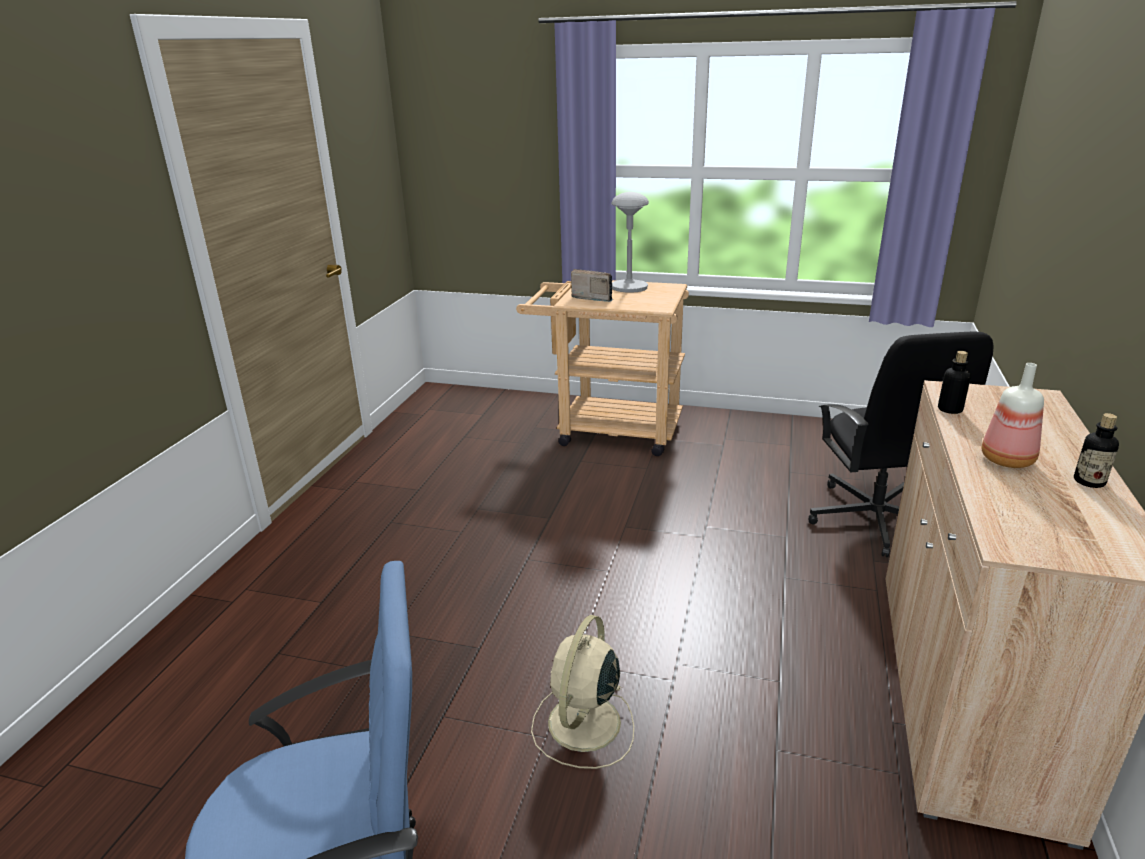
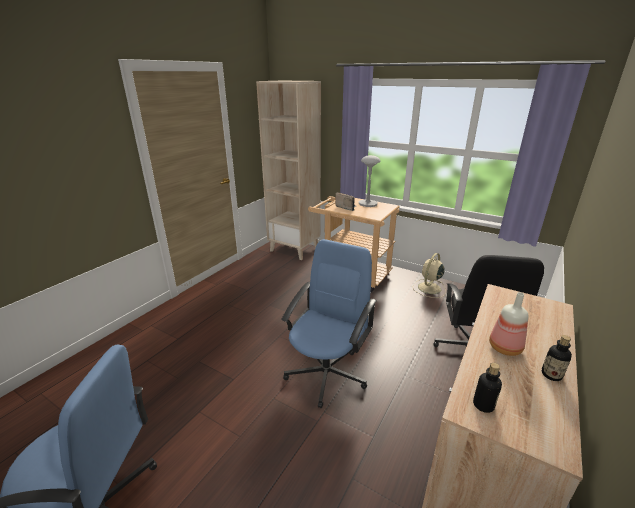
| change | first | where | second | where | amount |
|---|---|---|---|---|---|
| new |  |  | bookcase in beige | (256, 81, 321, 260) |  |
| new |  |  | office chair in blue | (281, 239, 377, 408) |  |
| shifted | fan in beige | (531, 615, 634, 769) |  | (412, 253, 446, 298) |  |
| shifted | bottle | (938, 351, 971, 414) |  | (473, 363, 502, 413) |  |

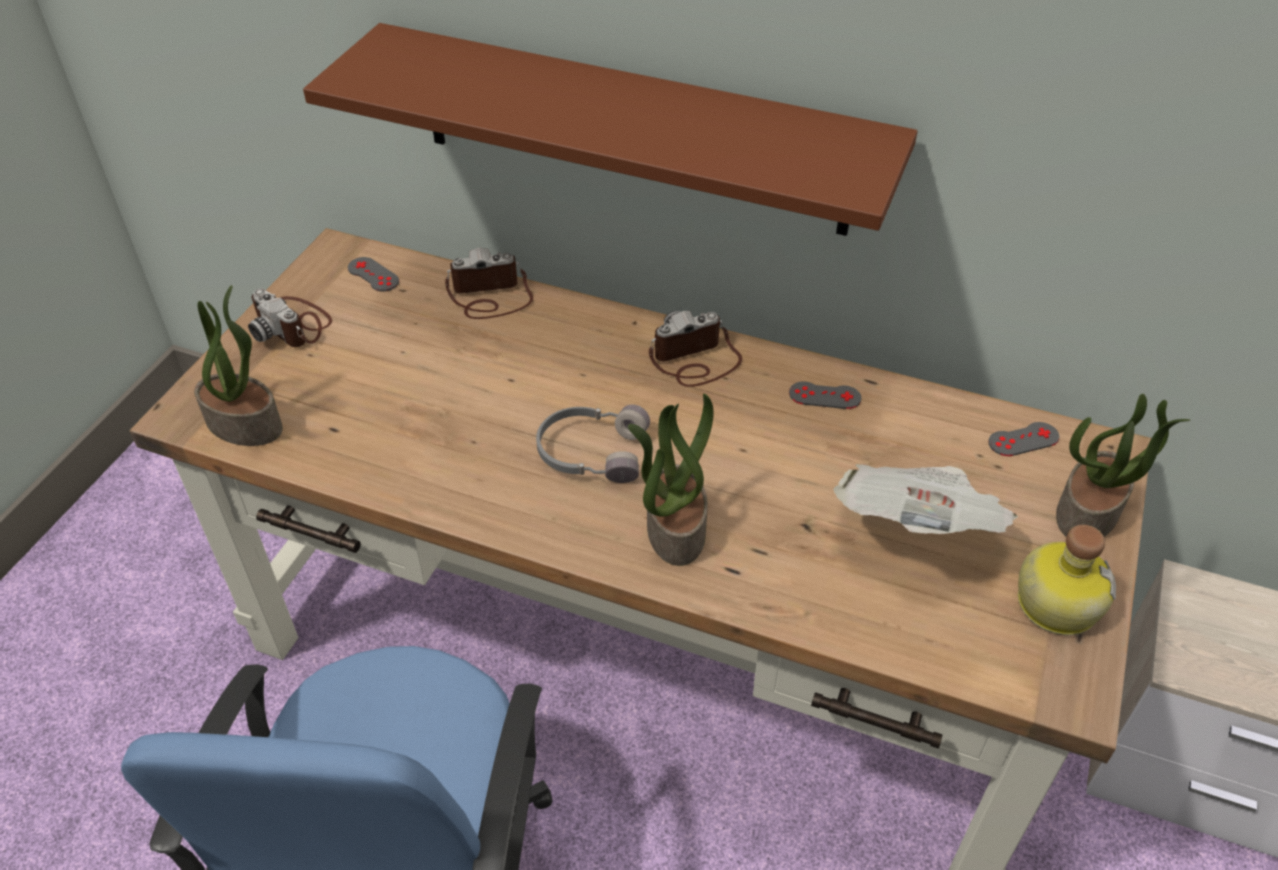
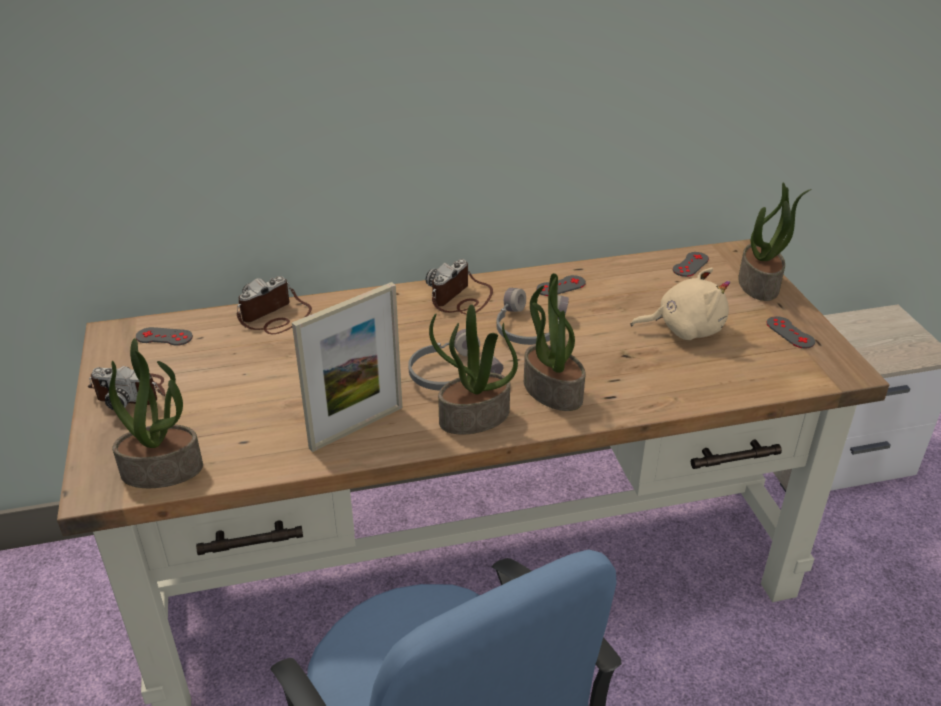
| change | first | where | second | where | amount |
|---|---|---|---|---|---|
| new |  |  | picture frame | (292, 282, 402, 452) |  |
| new |  |  | potted plant | (429, 304, 518, 435) |  |
| new |  |  | headphones in grey | (496, 288, 569, 345) |  |
| swapped | newspaper | (833, 464, 1019, 534) | plush toy in beige | (631, 268, 730, 340) |  |
| swapped | bottle | (1018, 525, 1116, 635) | game controller in grey | (767, 316, 815, 349) |  |
| gone | shelf in brown | (303, 23, 918, 236) |  |  |  |

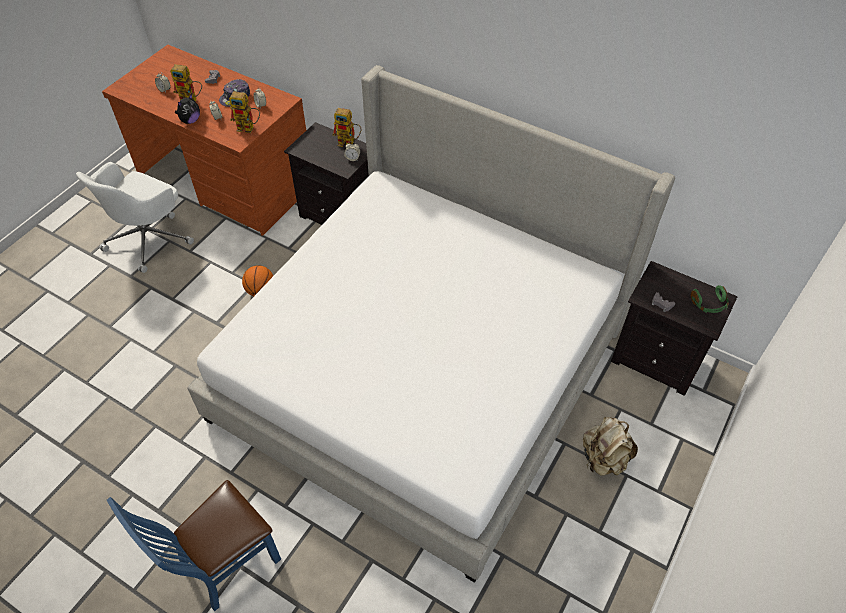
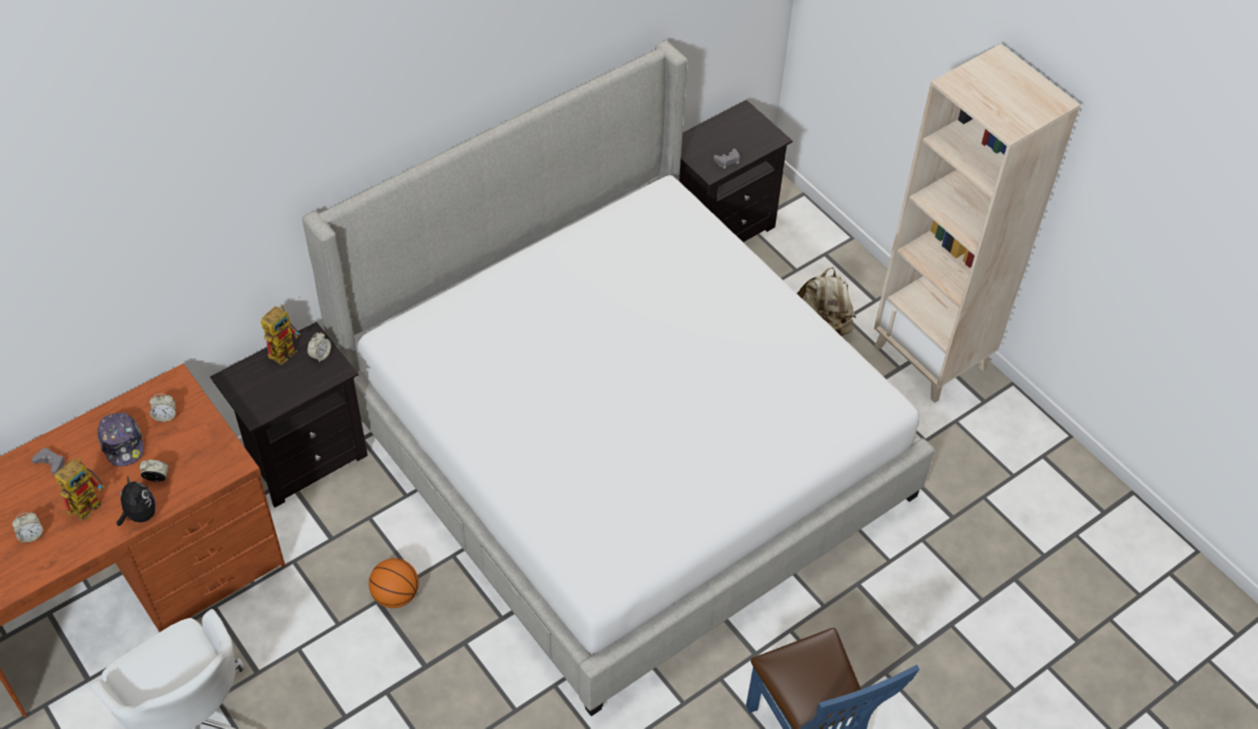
| change | first | where | second | where | amount |
|---|---|---|---|---|---|
| new |  |  | bookcase in beige | (874, 44, 1080, 403) |  |
| gone | toy robot | (229, 91, 260, 133) |  |  |  |
| gone | headphones in green | (691, 285, 729, 313) |  |  |  |

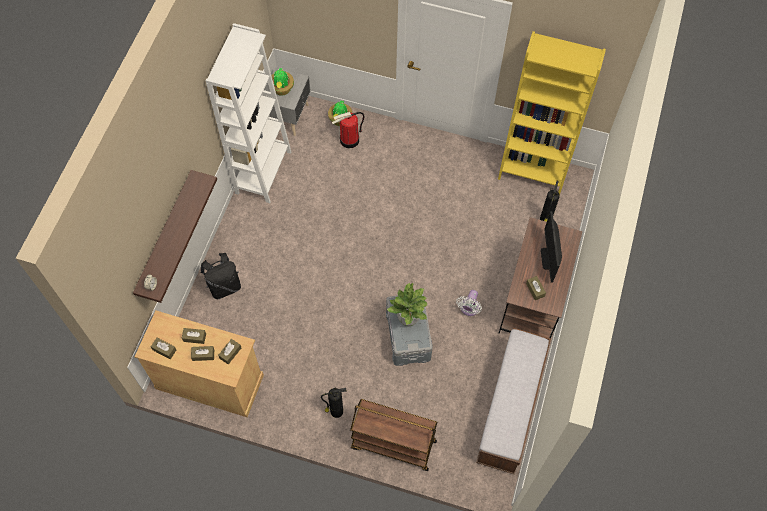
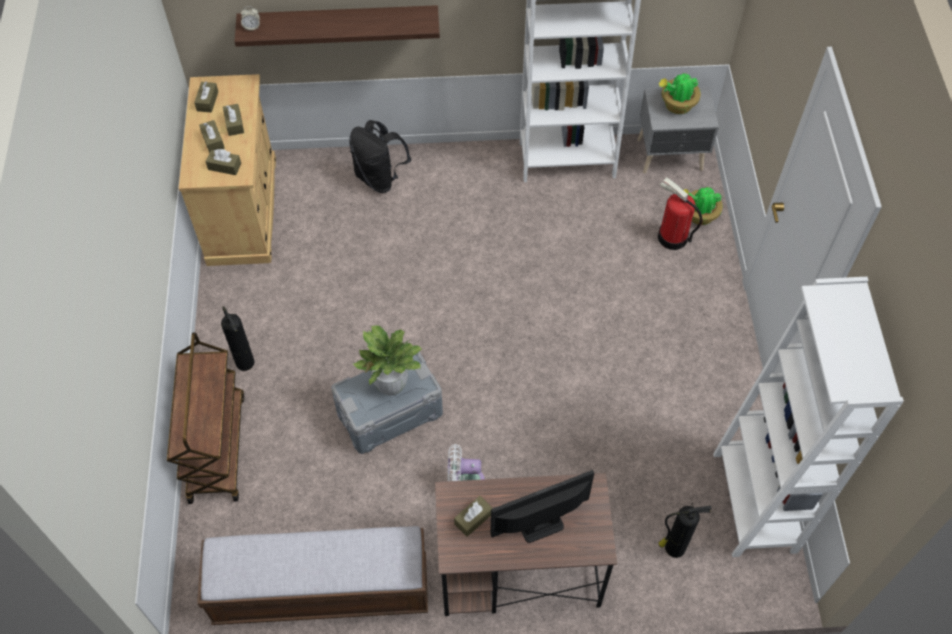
| change | first | where | second | where | amount |
|---|---|---|---|---|---|
| repainted | bookcase in yellow | (498, 31, 606, 194) | bookcase in white | (713, 277, 904, 557) |  |

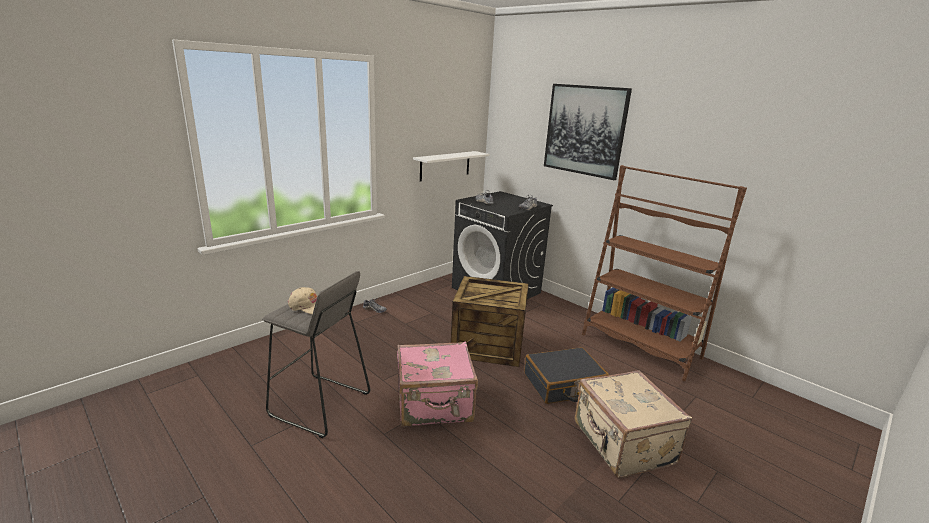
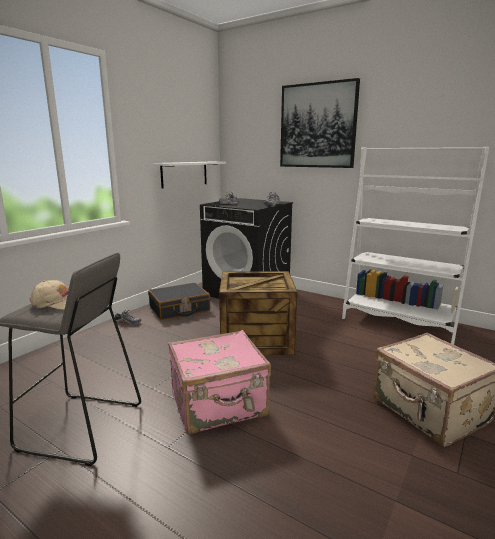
| change | first | where | second | where | amount |
|---|---|---|---|---|---|
| shifted | suitcase in black | (525, 347, 609, 404) |  | (148, 283, 210, 320) |  |
| repainted | bookcase in brown | (582, 165, 747, 381) | bookcase in white | (342, 147, 489, 345) |  |

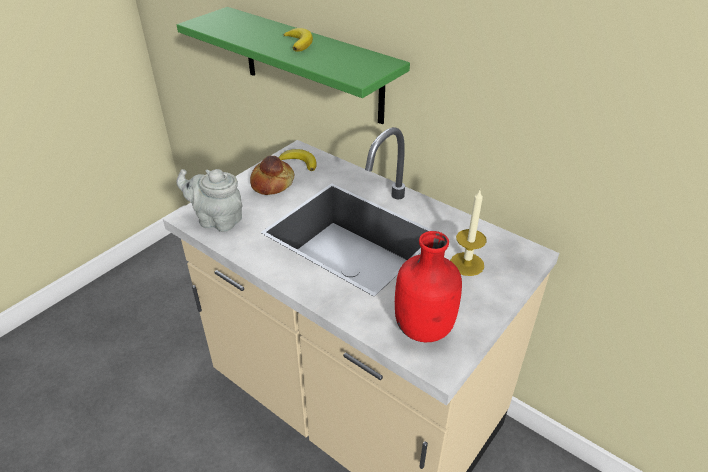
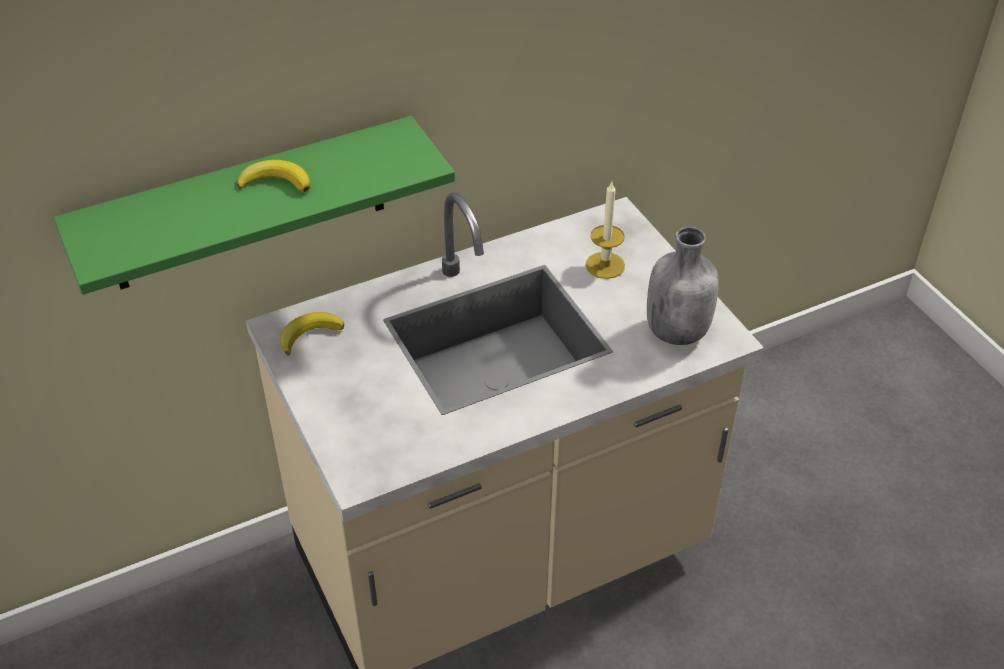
| change | first | where | second | where | amount |
|---|---|---|---|---|---|
| repainted | bottle in red | (395, 231, 462, 342) | bottle in grey | (647, 227, 719, 345) |  |
| gone | teapot in grey | (177, 169, 242, 232) |  |  |  |
| gone | bread | (250, 156, 294, 195) |  |  |  |

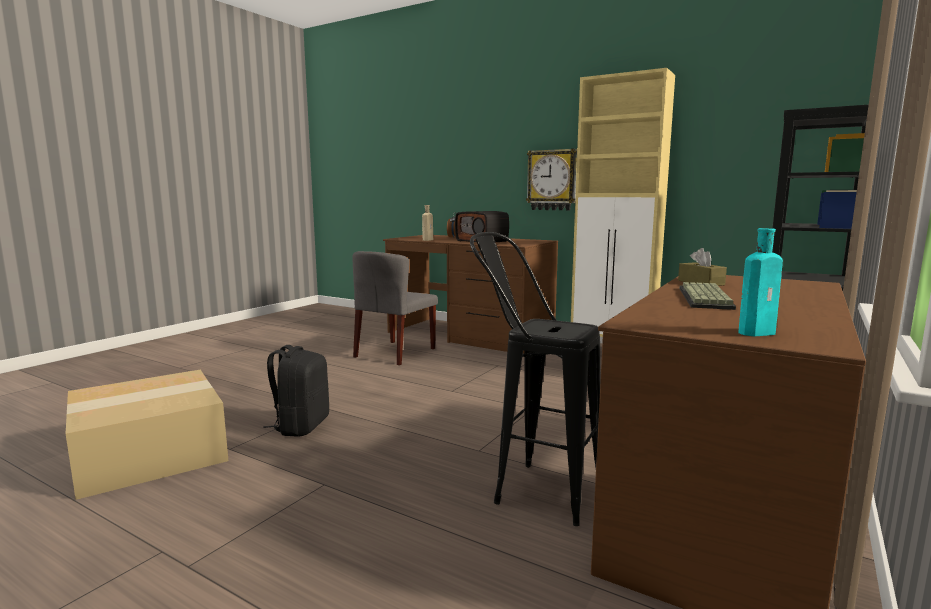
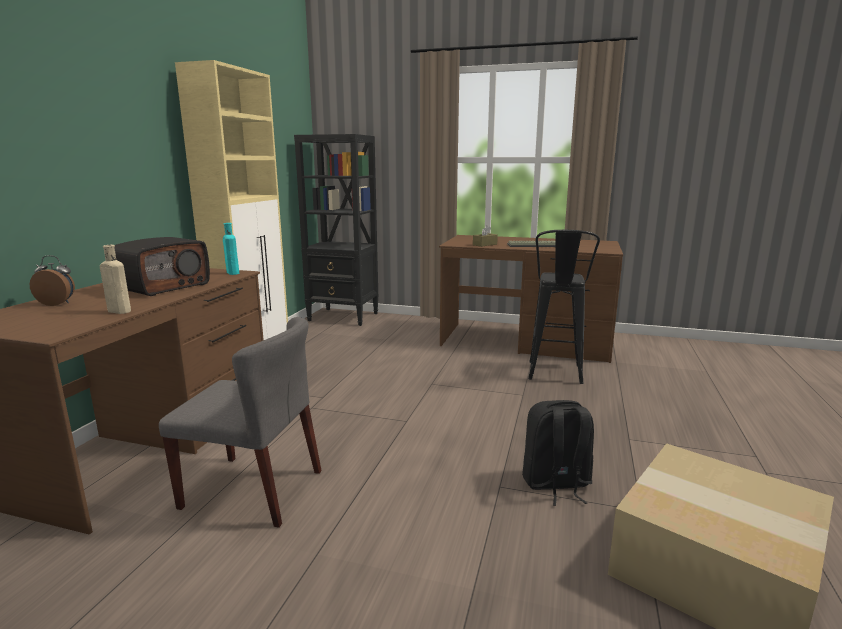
| change | first | where | second | where | amount |
|---|---|---|---|---|---|
| shifted | bottle in turquoise | (739, 228, 783, 336) |  | (223, 223, 239, 275) |  |
| gone | wall clock | (526, 148, 577, 211) |  |  |  |

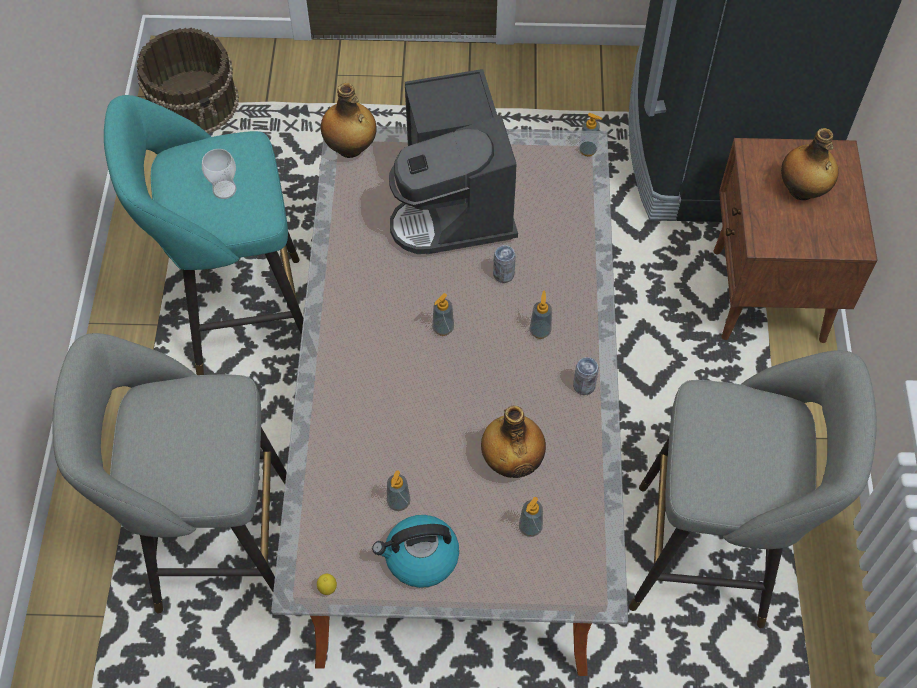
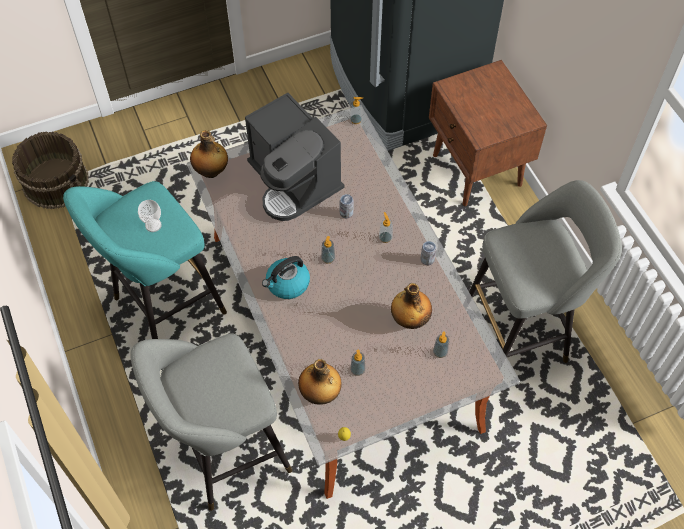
| change | first | where | second | where | amount |
|---|---|---|---|---|---|
| shifted | kettle | (372, 515, 459, 588) |  | (262, 256, 310, 299) |  |
| shifted | bottle | (781, 128, 838, 200) |  | (298, 359, 342, 405) |  |

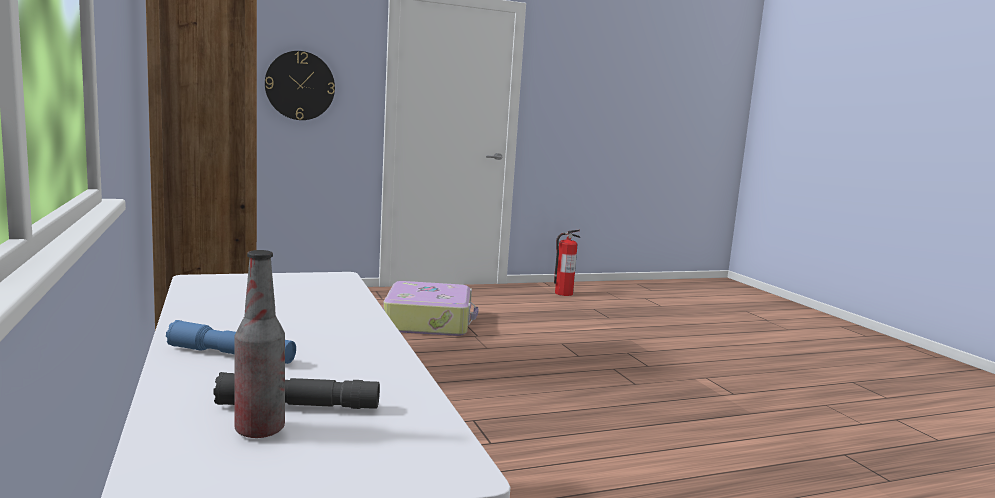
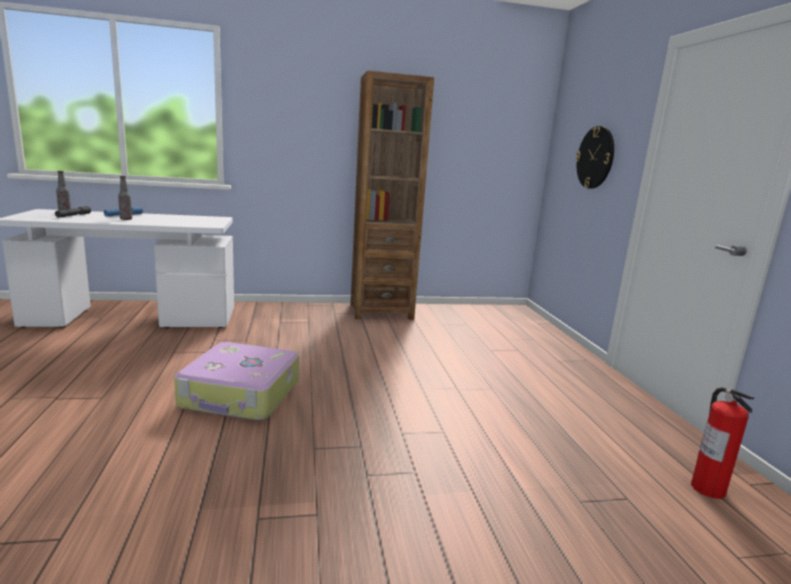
| change | first | where | second | where | amount |
|---|---|---|---|---|---|
| new |  |  | bottle | (118, 176, 132, 220) |  |
| shifted | suitcase | (383, 281, 479, 336) |  | (174, 342, 299, 421) |  |

